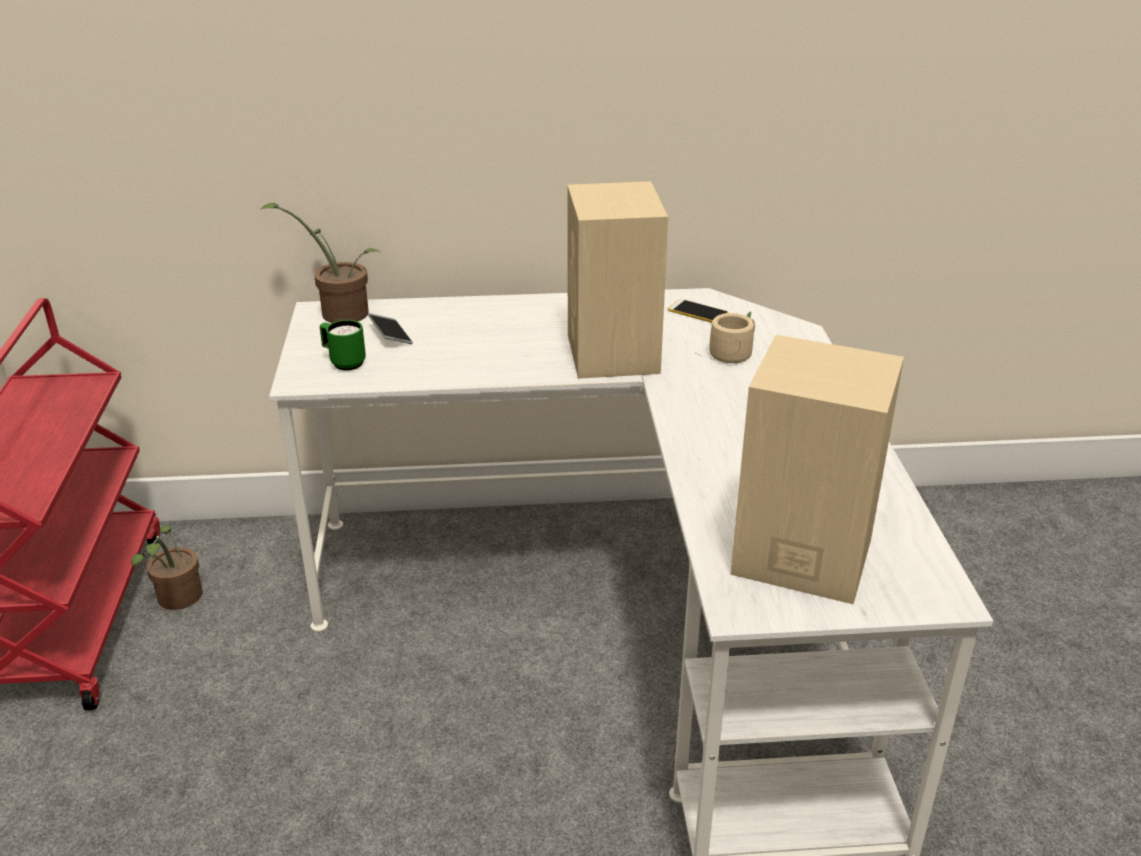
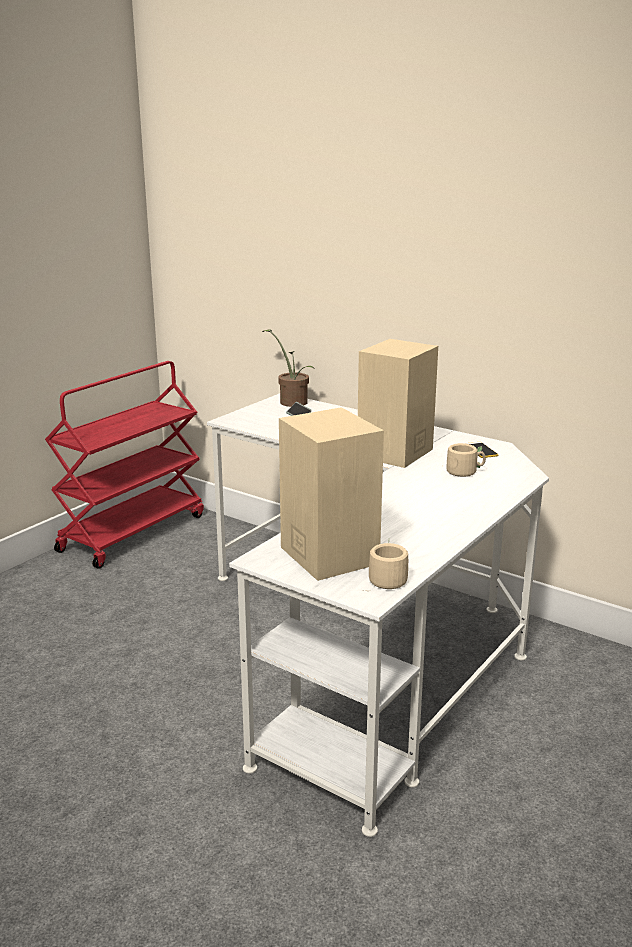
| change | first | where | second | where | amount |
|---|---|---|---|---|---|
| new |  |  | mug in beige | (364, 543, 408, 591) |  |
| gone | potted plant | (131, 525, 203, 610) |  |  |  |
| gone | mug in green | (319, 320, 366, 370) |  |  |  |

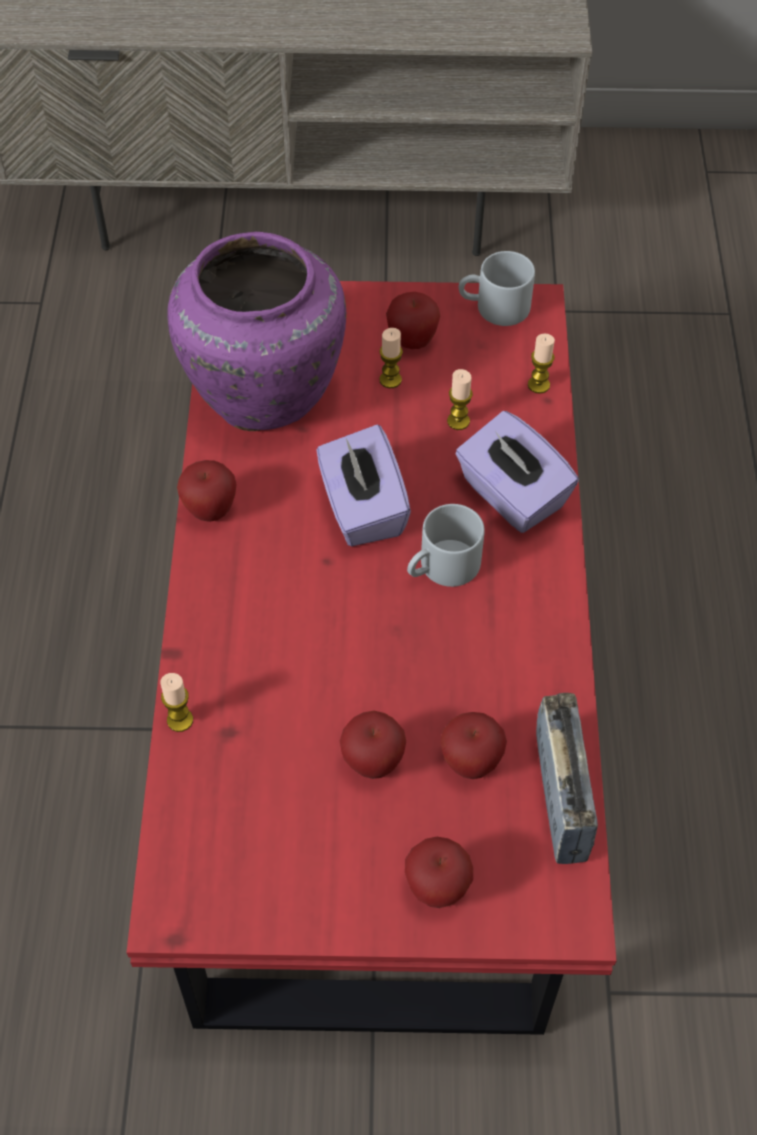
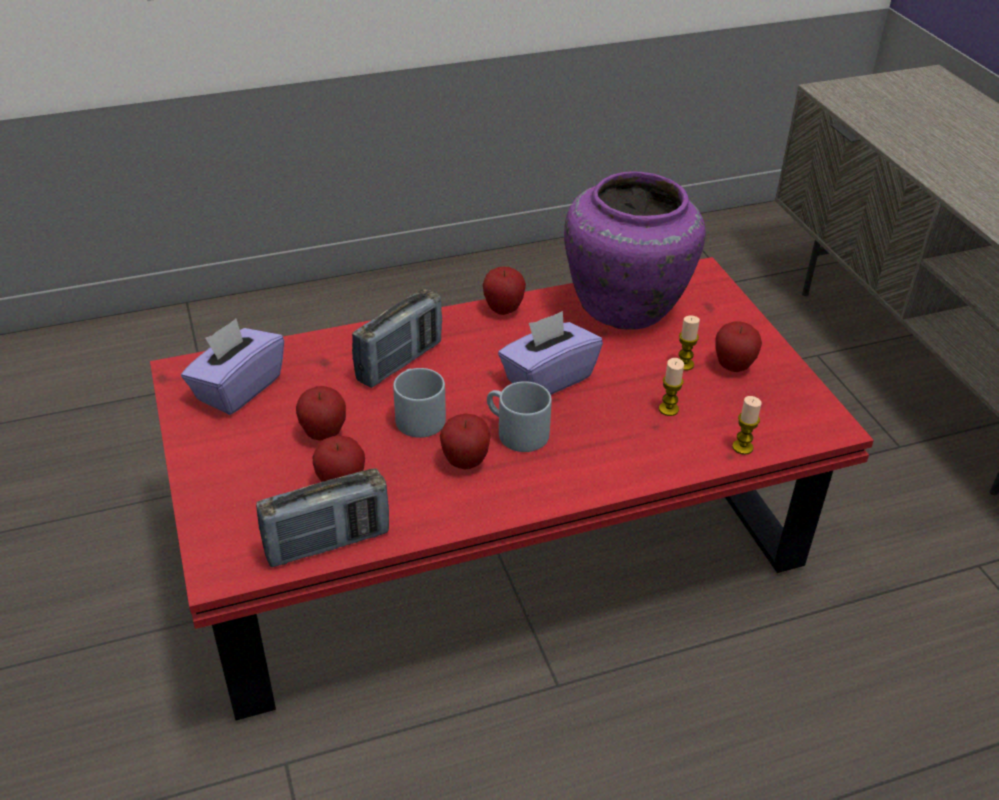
| change | first | where | second | where | amount |
|---|---|---|---|---|---|
| shifted | tissue box in purple | (455, 411, 579, 533) |  | (181, 318, 284, 415) |  |
| new |  |  | radio | (352, 289, 442, 388) |  |
| shifted | mug in grey | (459, 251, 535, 326) |  | (393, 368, 446, 438) |  |
| shifted | apple | (405, 837, 473, 908) |  | (440, 414, 491, 469) |  |
| gone | candle | (160, 673, 193, 732) |  |  |  |

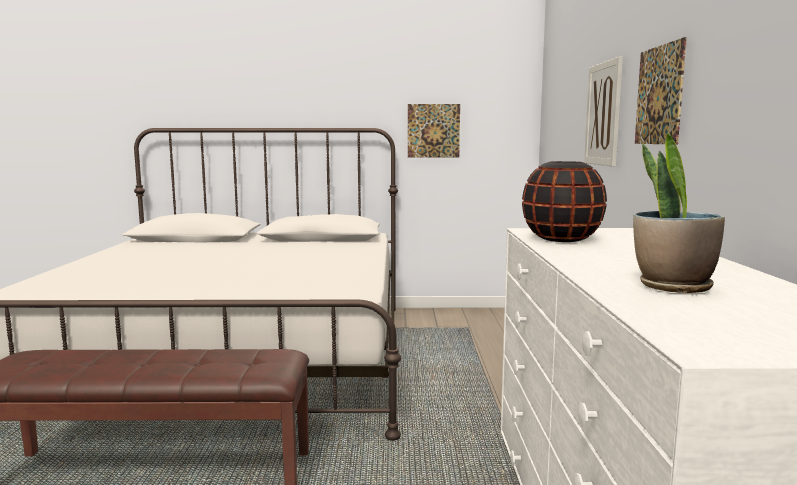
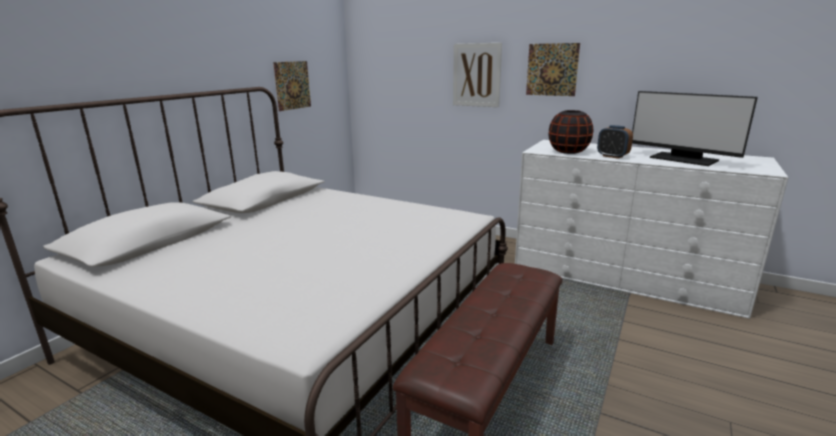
| change | first | where | second | where | amount |
|---|---|---|---|---|---|
| new |  |  | alarm clock | (597, 125, 633, 159) |  |
| swapped | potted plant | (633, 133, 725, 293) | monitor | (632, 91, 758, 166) |  |

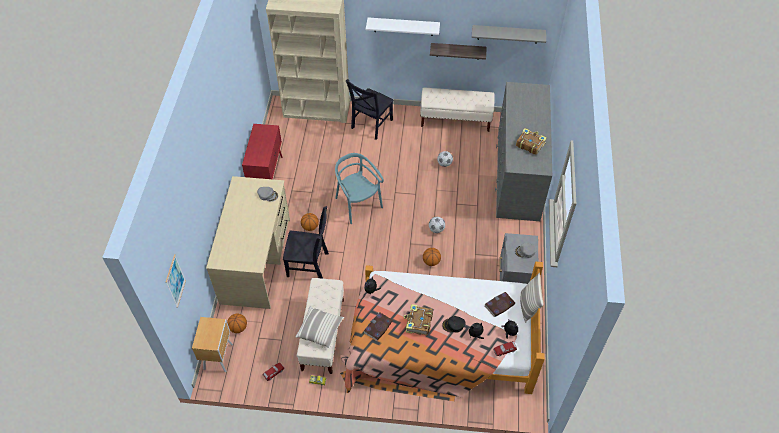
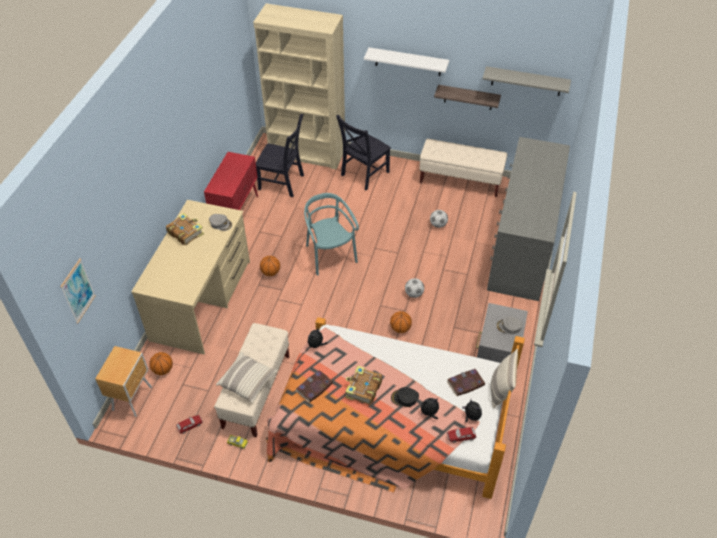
| change | first | where | second | where | amount |
|---|---|---|---|---|---|
| shifted | book | (516, 128, 547, 155) |  | (166, 213, 204, 245) |  |
| shifted | chair in black | (283, 206, 329, 279) |  | (256, 114, 304, 197) |  |

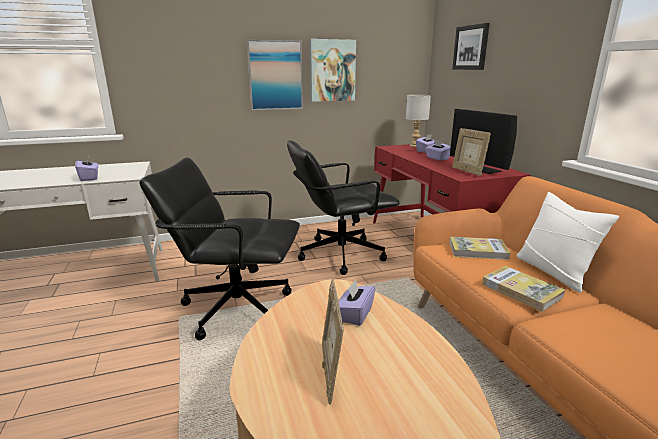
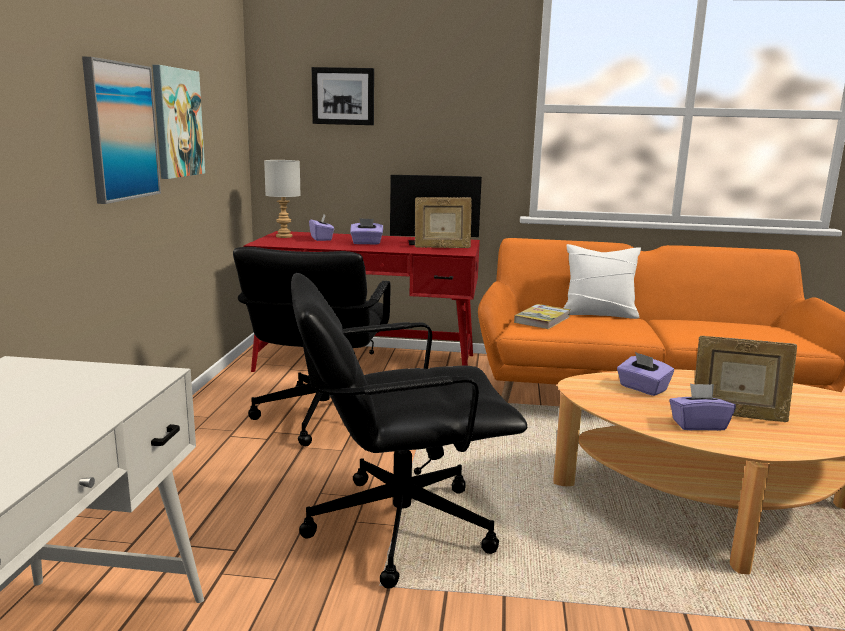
| change | first | where | second | where | amount |
|---|---|---|---|---|---|
| rotated | office chair in black | (139, 158, 300, 340) |  | (291, 273, 527, 589) | 45 degrees clockwise |
| shifted | tissue box in purple | (75, 156, 98, 181) |  | (669, 384, 736, 431) |  |
| gone | book | (482, 266, 565, 312) |  |  |  |

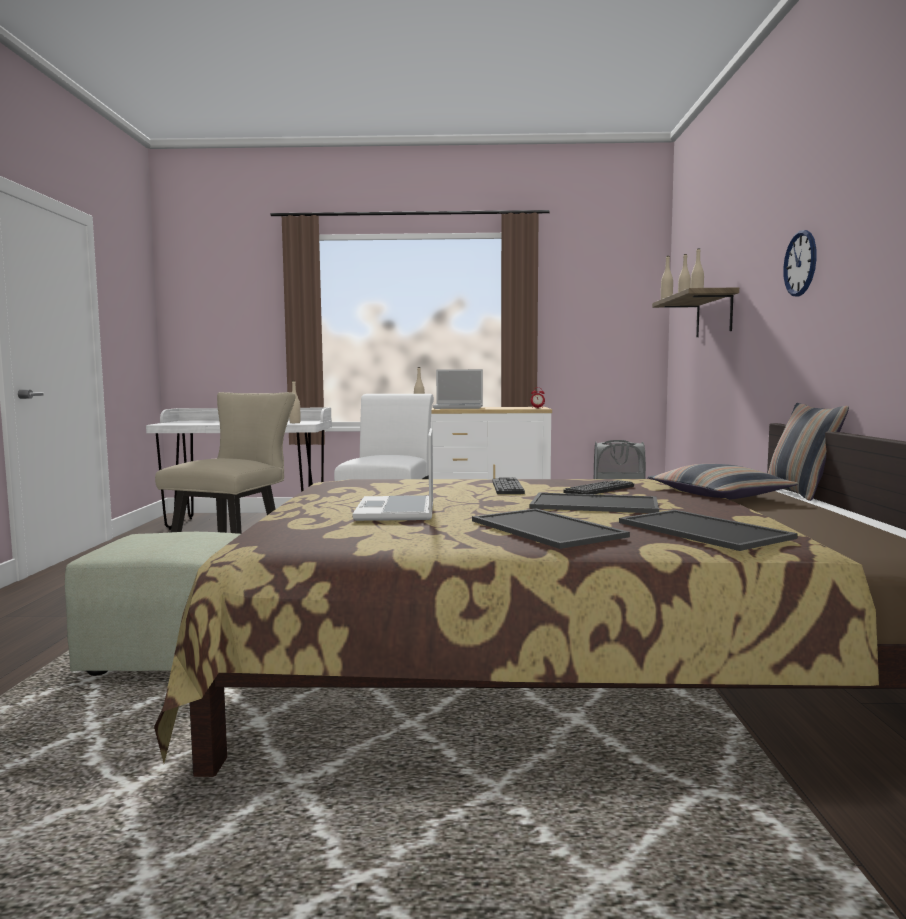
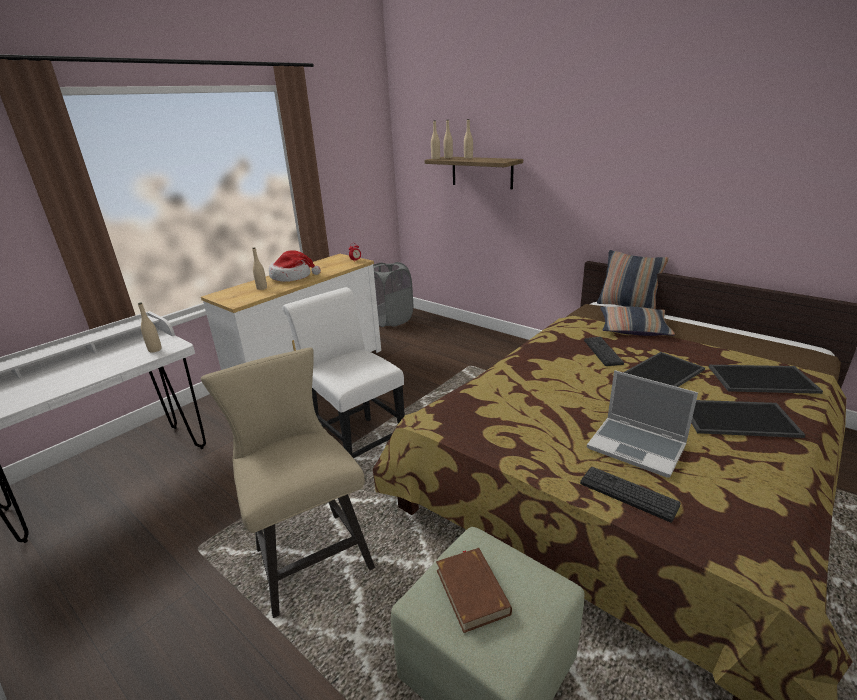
| change | first | where | second | where | amount |
|---|---|---|---|---|---|
| swapped | laptop | (433, 369, 483, 409) | hat | (269, 250, 321, 282) |  |
| new |  |  | book in brown | (436, 548, 512, 633) |  |
| shifted | keyboard | (492, 477, 525, 494) |  | (580, 467, 681, 523) |  |
| gone | wall clock | (783, 230, 817, 297) |  |  |  |

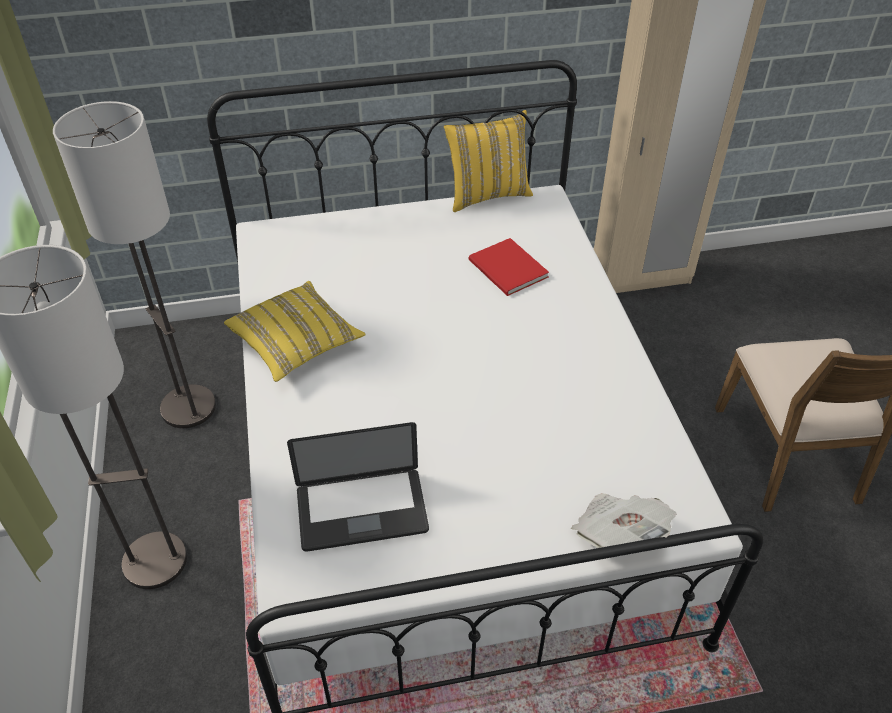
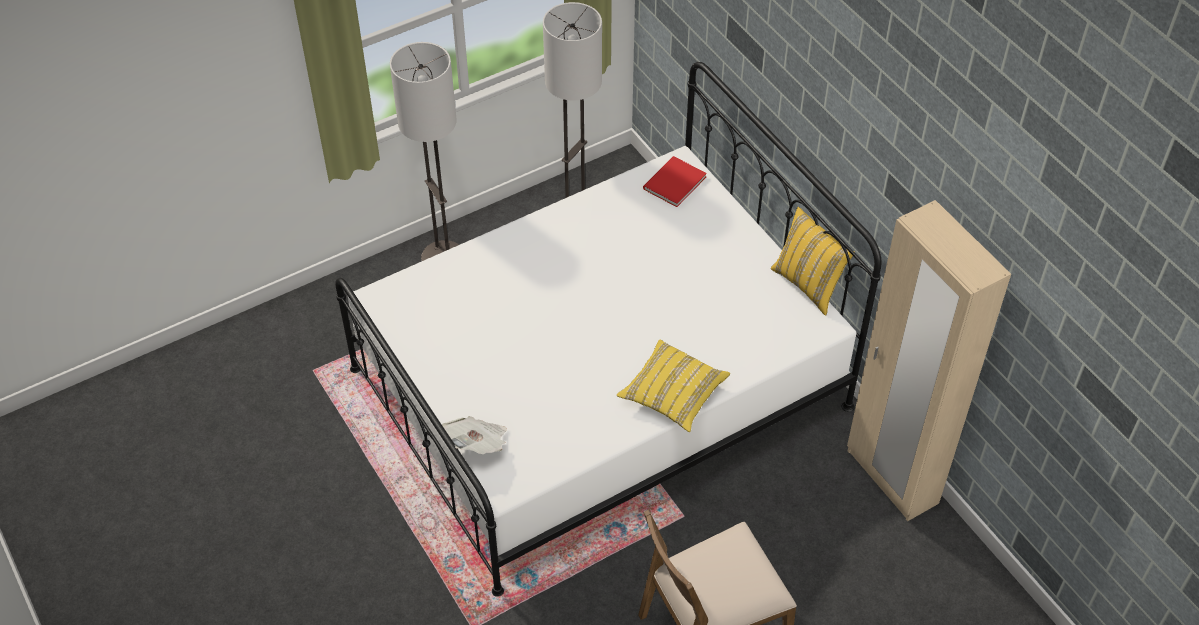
| change | first | where | second | where | amount |
|---|---|---|---|---|---|
| shifted | pillow in yellow | (224, 281, 366, 382) |  | (617, 340, 730, 432) |  |
| shifted | book in red | (469, 238, 549, 296) |  | (643, 156, 707, 207) |  |
| gone | laptop | (287, 422, 429, 552) |  |  |  |

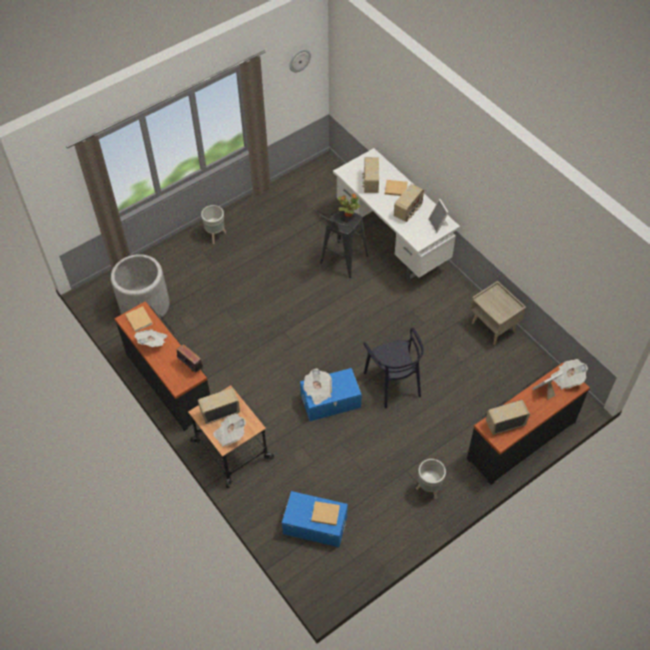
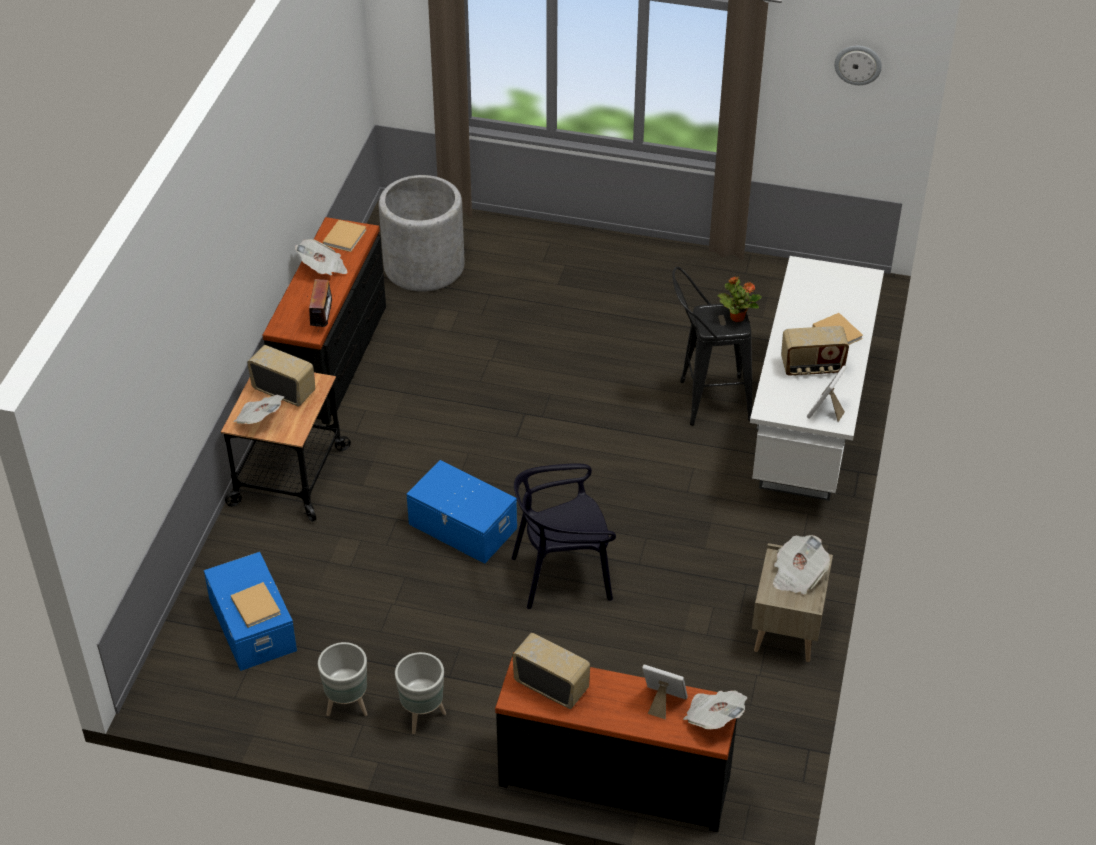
| change | first | where | second | where | amount |
|---|---|---|---|---|---|
| shifted | planter in grey | (201, 205, 226, 244) |  | (318, 642, 368, 716) |  |
| rotated | chair in black | (363, 328, 424, 408) |  | (512, 463, 616, 609) | 45 degrees clockwise |
| shifted | newspaper | (303, 368, 332, 405) |  | (773, 535, 830, 594) |  |
| gone | radio | (362, 157, 379, 193) |  |  |  |

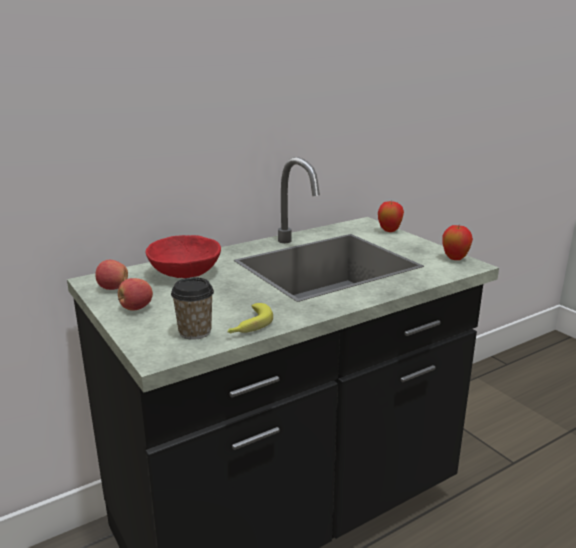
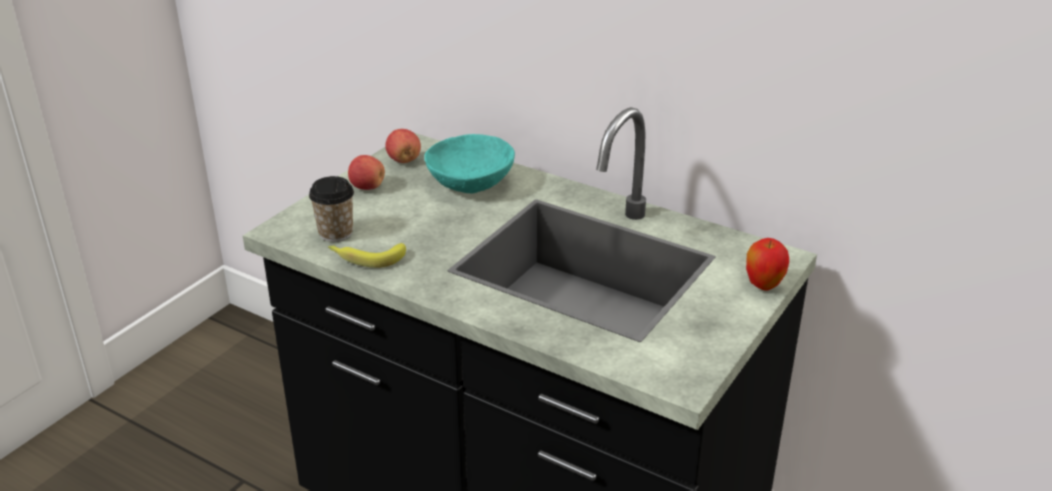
| change | first | where | second | where | amount |
|---|---|---|---|---|---|
| repainted | bowl in red | (146, 235, 221, 278) | bowl in turquoise | (424, 134, 515, 194) |  |
| gone | apple | (442, 225, 473, 260) |  |  |  |

